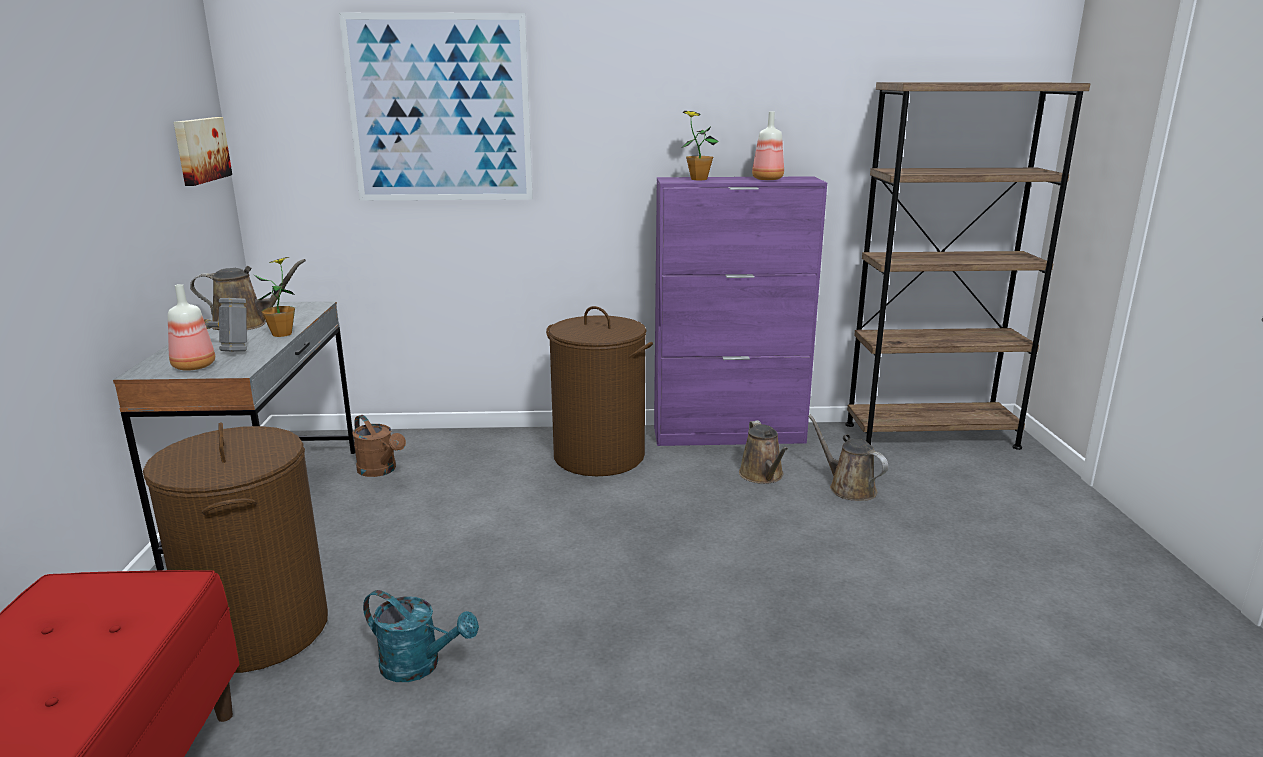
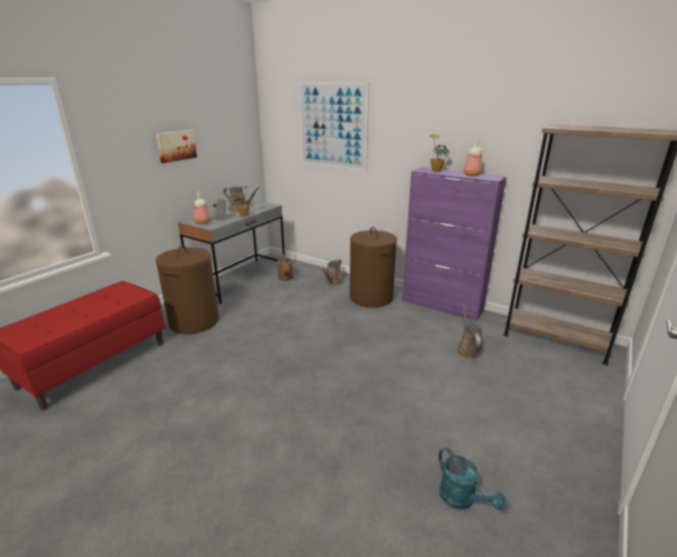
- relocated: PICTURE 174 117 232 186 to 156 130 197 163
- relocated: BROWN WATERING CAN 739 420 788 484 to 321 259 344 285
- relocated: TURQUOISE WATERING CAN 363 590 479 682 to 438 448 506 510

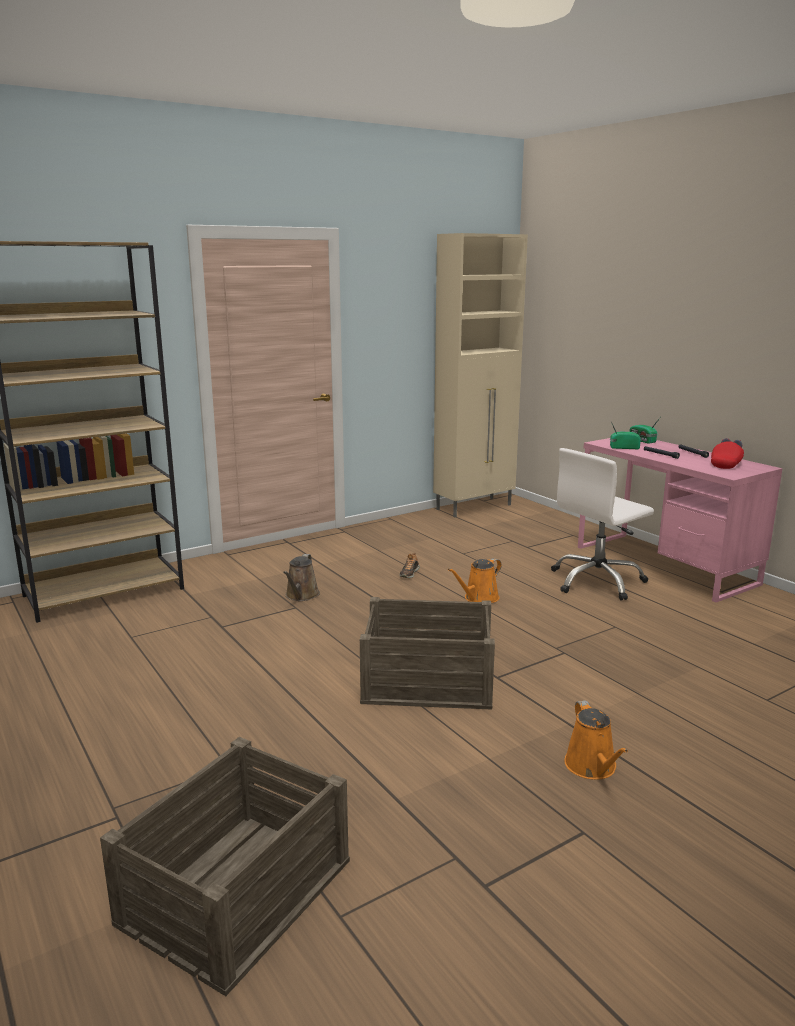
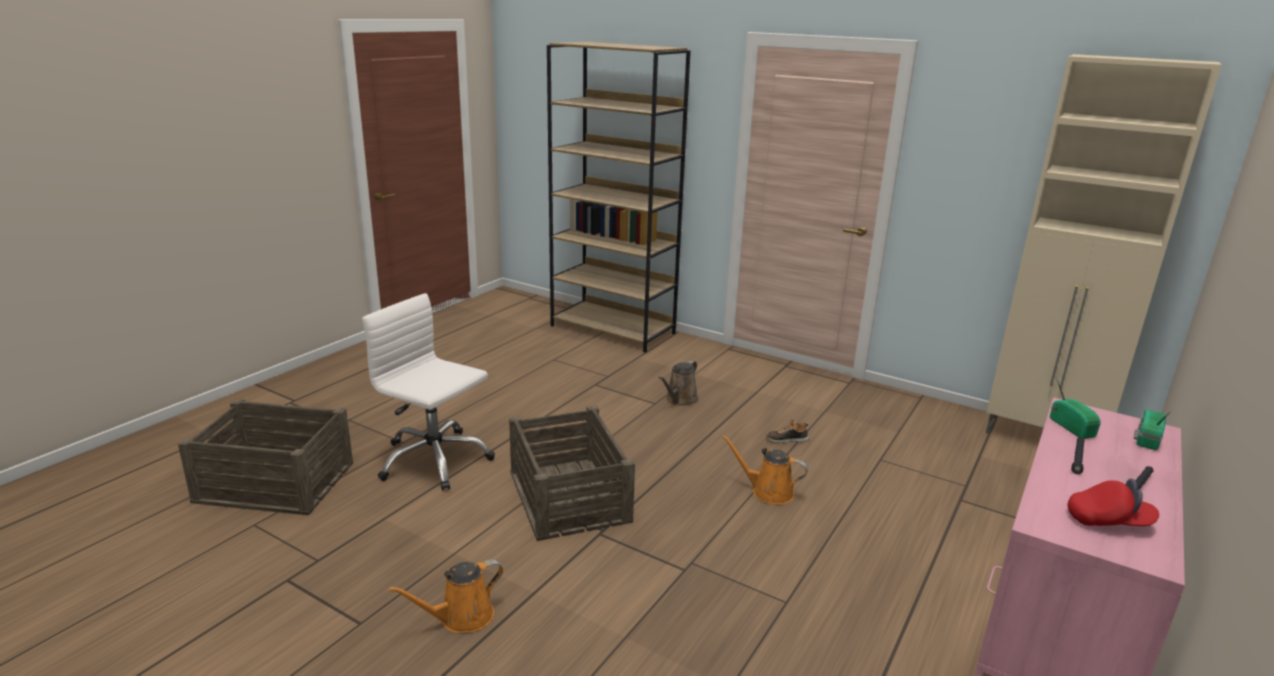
- relocated: WHITE OFFICE CHAIR 551 448 654 600 to 362 293 495 491
- spun: BROWN WATERING CAN 283 554 320 601 = 659 360 699 406 45 degrees counterclockwise

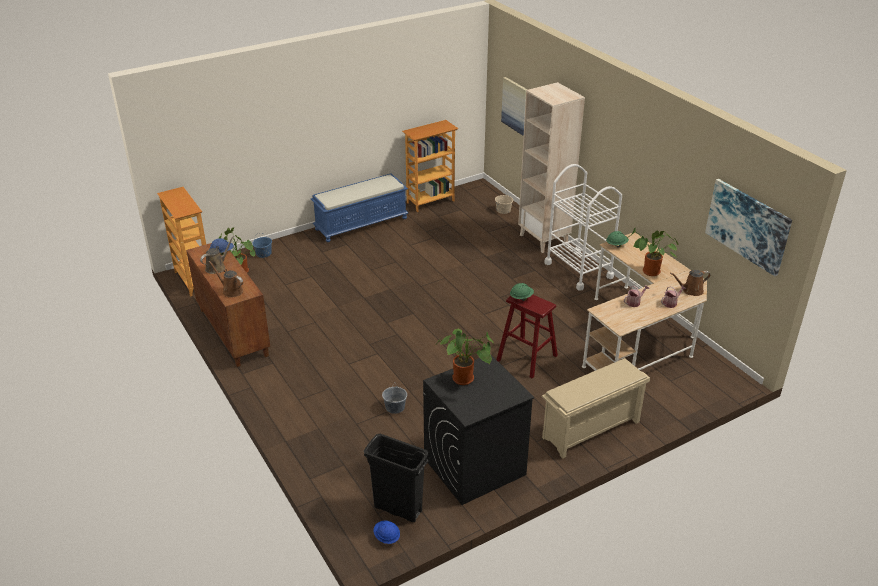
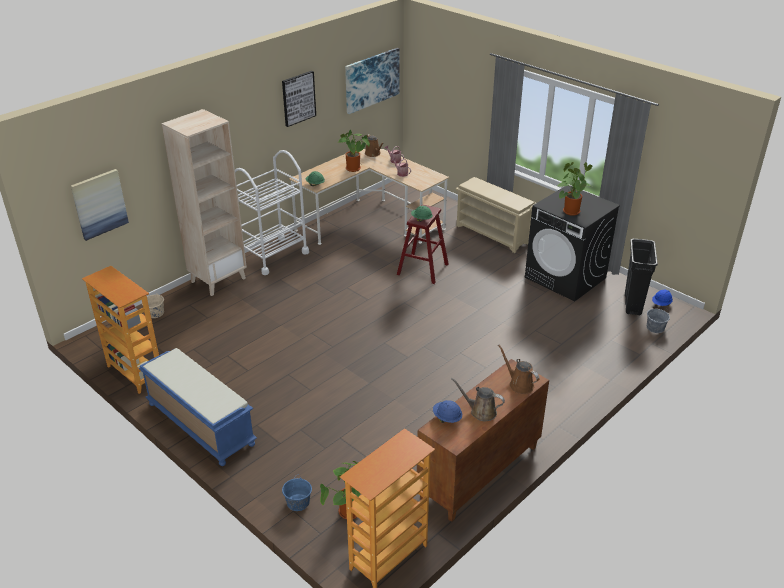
- spun: BROWN WATERING CAN 208 261 243 297 = 498 345 539 394 120 degrees clockwise
- relocated: GREY BUCKET 382 382 407 414 to 647 307 670 333
- appeared: PICTURE 282 71 316 127

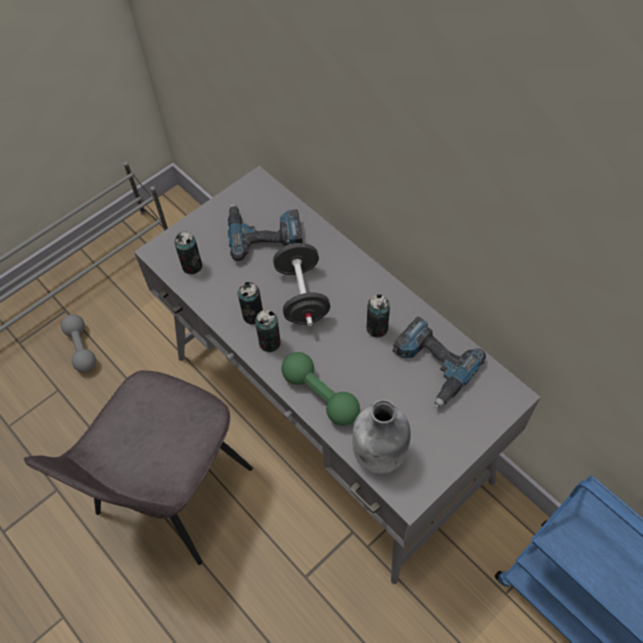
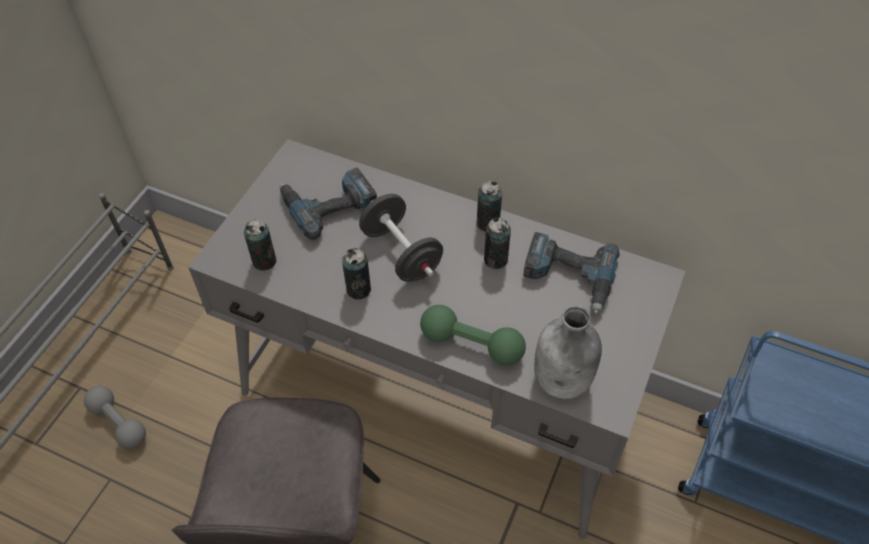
- relocated: CAN 255 310 281 352 to 476 181 502 232

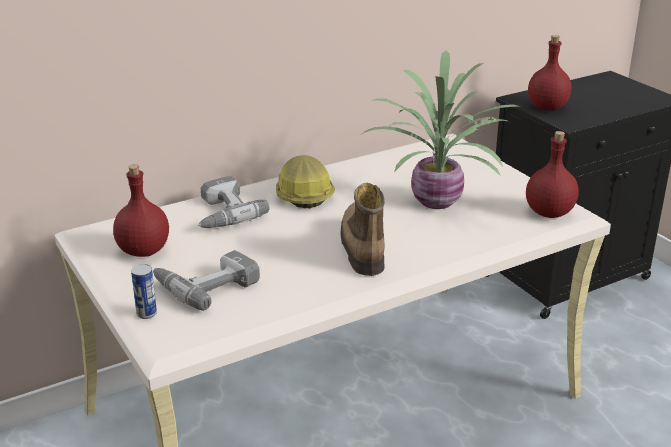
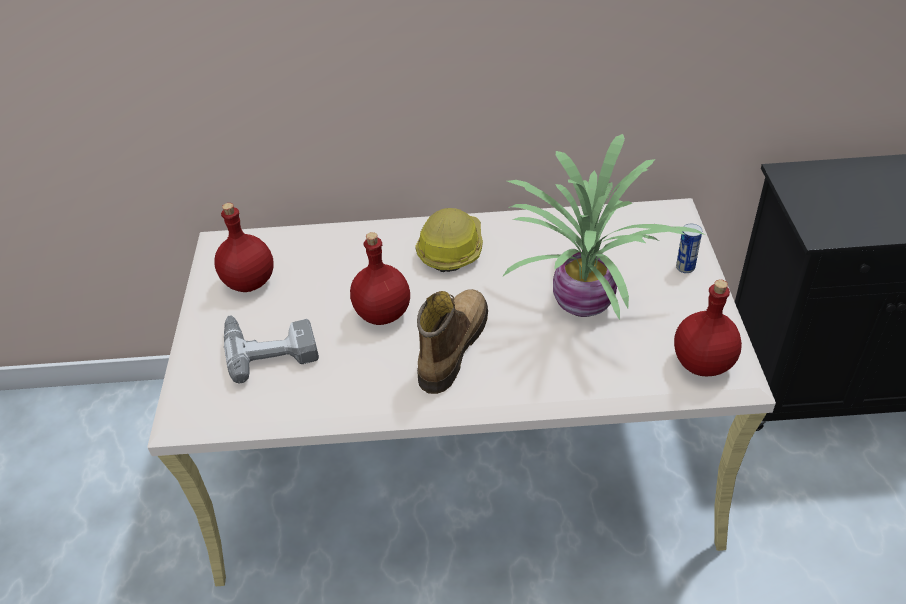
- relocated: RED BOTTLE 528 35 571 111 to 350 232 410 325
- missing: POWER DRILL 198 176 270 228
- relocated: CAN 131 264 157 319 to 676 224 702 273

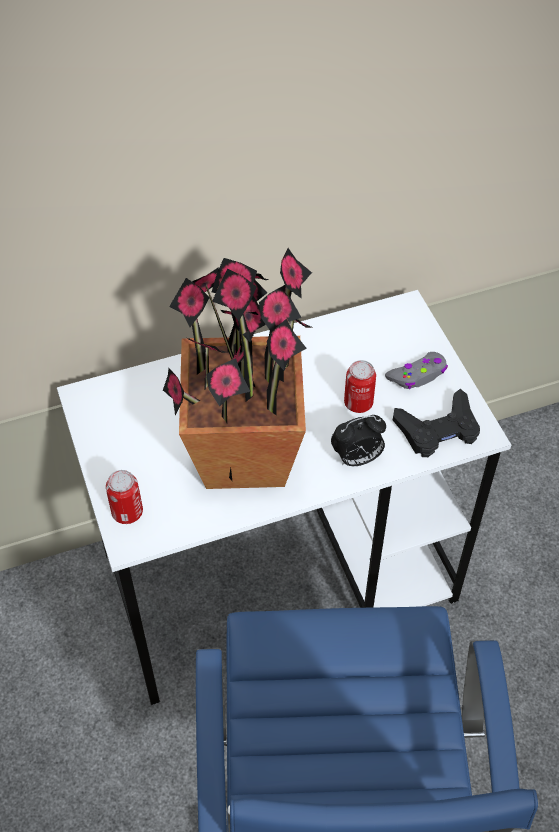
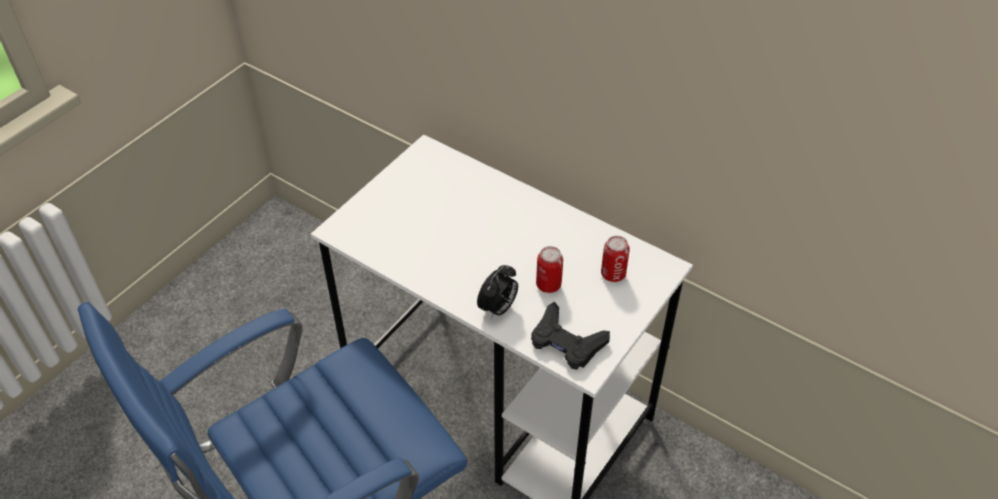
- missing: POTTED PLANT 163 248 313 489
- missing: GREY GAME CONTROLLER 385 352 448 389
- spun: ALARM CLOCK 331 415 386 466 = 477 265 518 319 90 degrees counterclockwise
- relocated: CAN 106 470 143 524 to 601 236 630 282

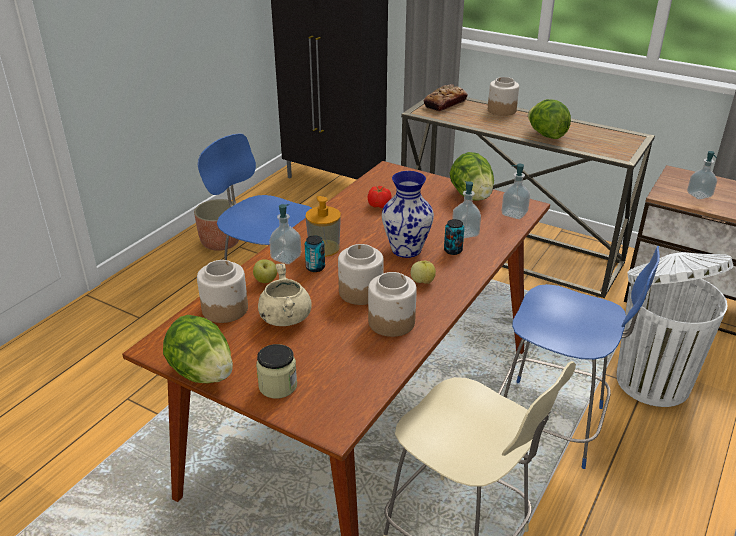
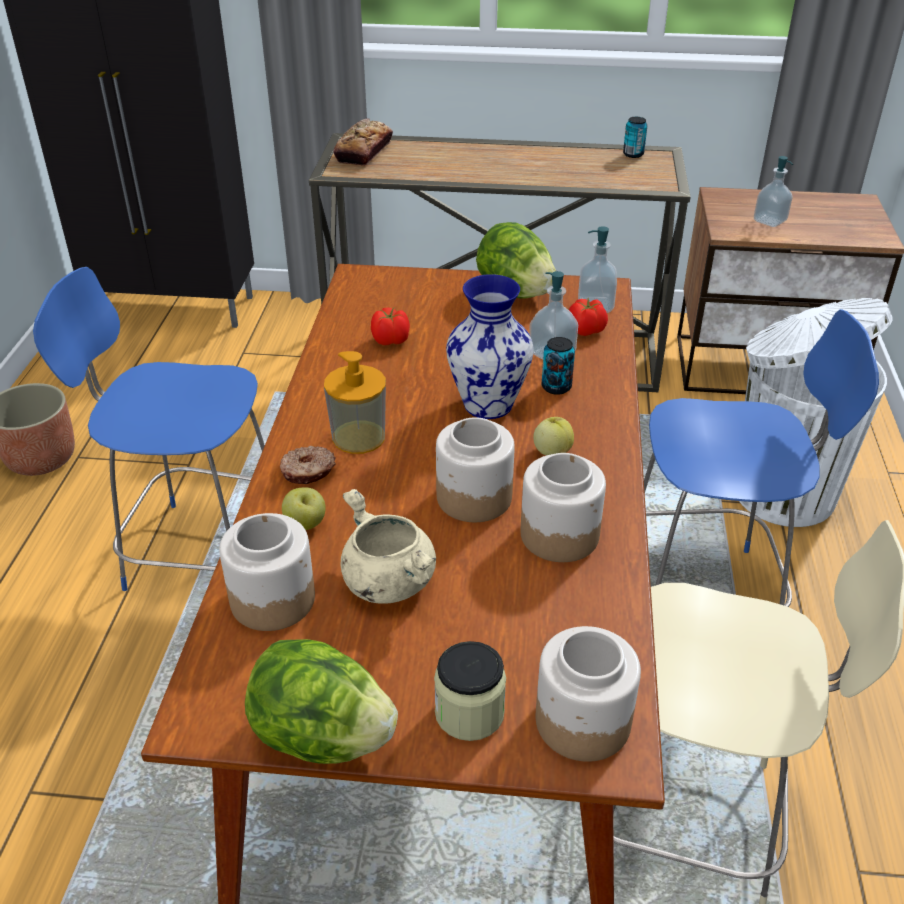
- relocated: JAR 488 77 519 116 to 536 626 641 762
- missing: LETTUCE 528 99 571 139
- exchanged: SOAP DISPENSER 269 204 301 264 to DONUT 280 446 336 484
- relocated: CAN 305 235 325 272 to 623 117 647 158
- appeared: TOMATO 569 298 608 336

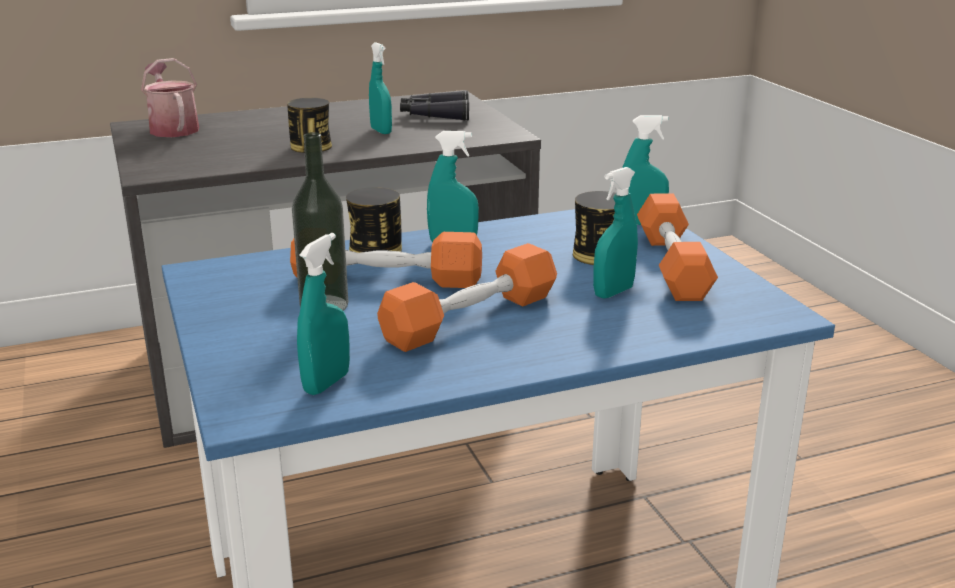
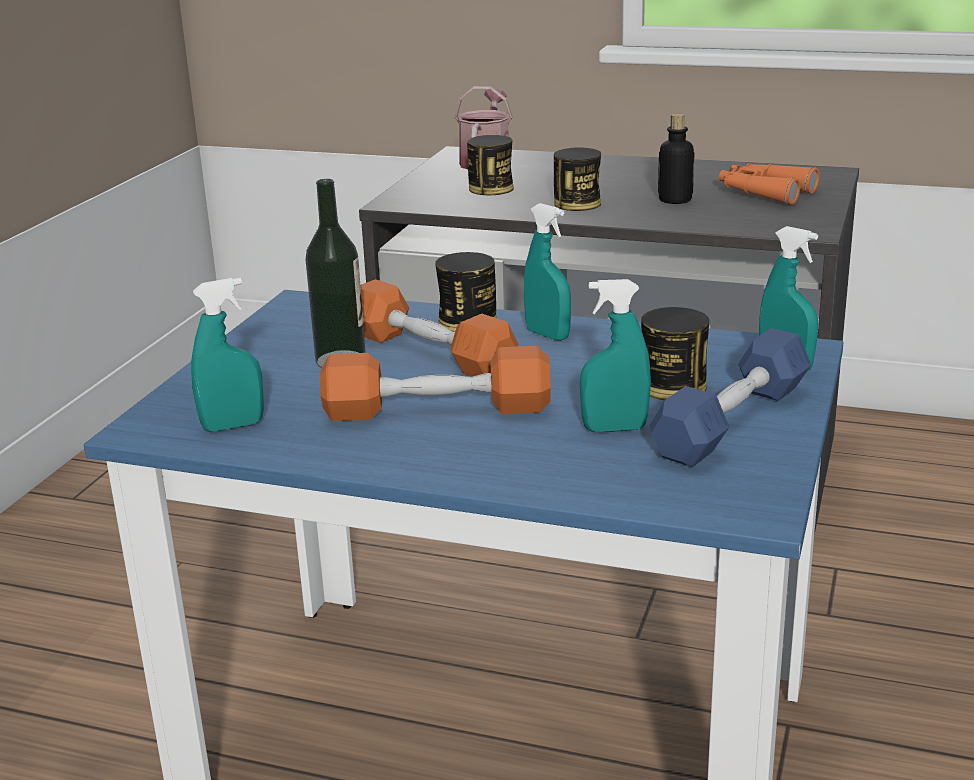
- exchanged: TURQUOISE SPRAY BOTTLE 369 42 392 134 to BOTTLE 658 114 695 204
- colour: BLACK BINOCULARS 400 90 469 121 to ORANGE BINOCULARS 719 163 820 205
- colour: ORANGE DUMBBELL 637 194 718 301 to BLUE DUMBBELL 649 328 811 467
- appeared: CAN 467 135 514 195

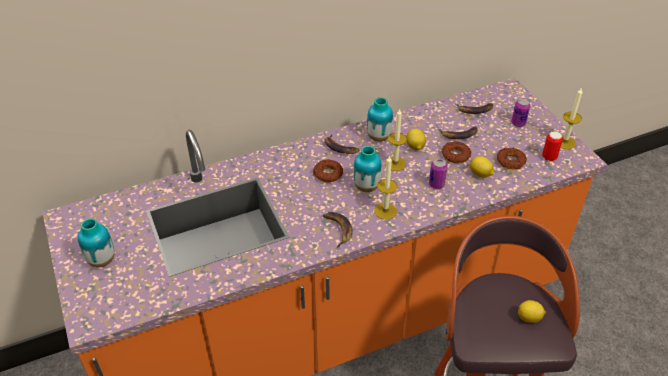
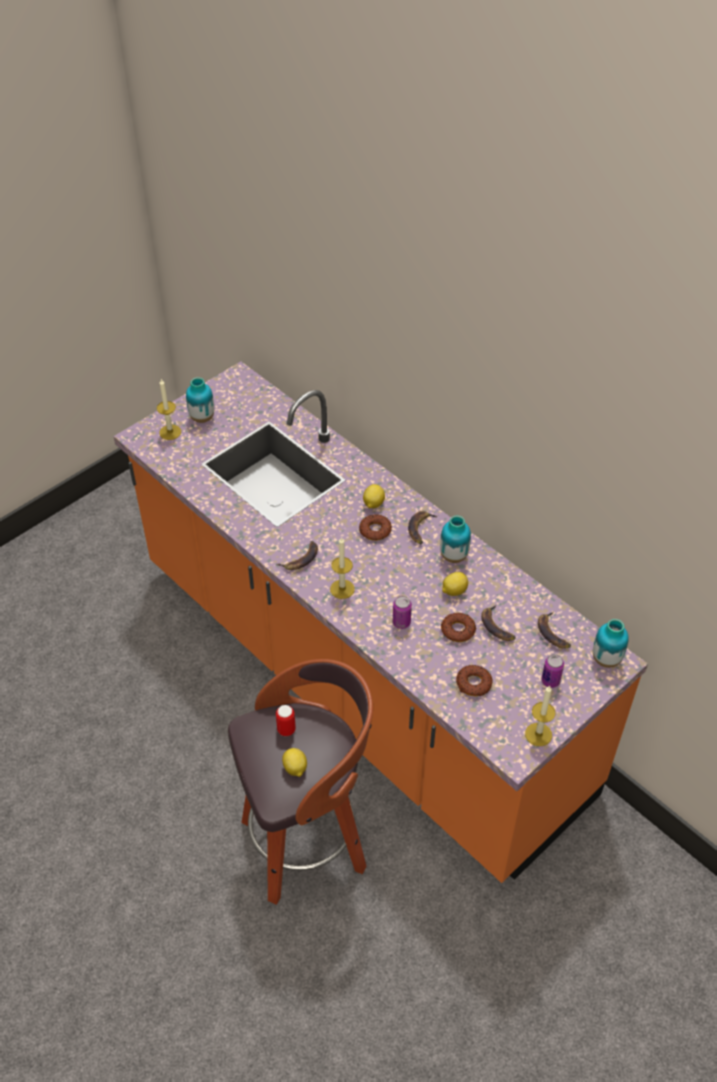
- relocated: CANDLE 385 109 407 171 to 157 379 181 440
- relocated: CAN 542 131 563 161 to 276 705 296 736
- relocated: VASE 353 146 382 192 to 593 619 629 668
- relocated: LEMON 470 156 493 178 to 363 484 385 508

